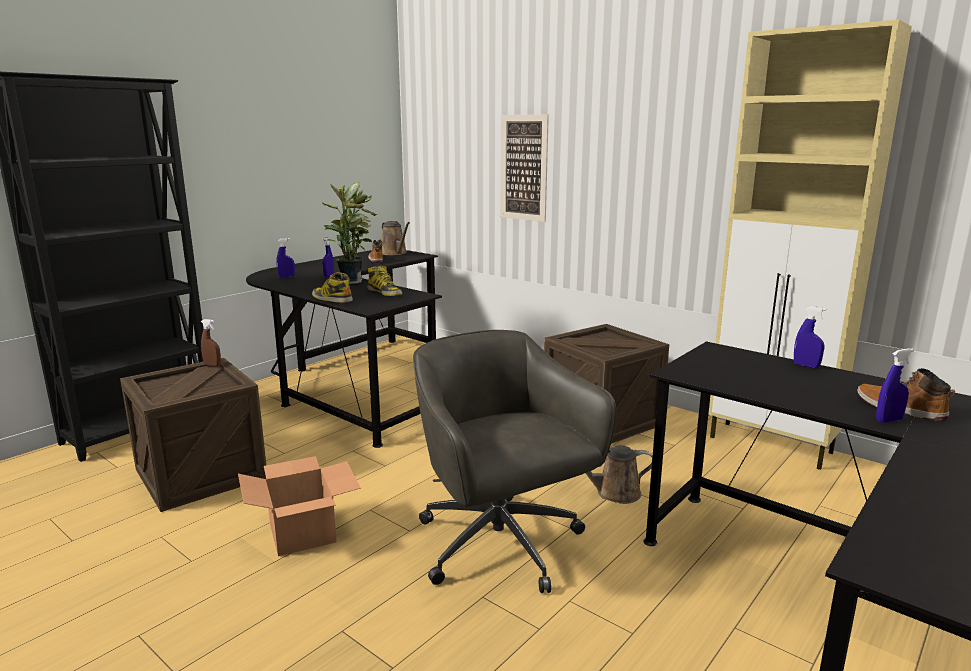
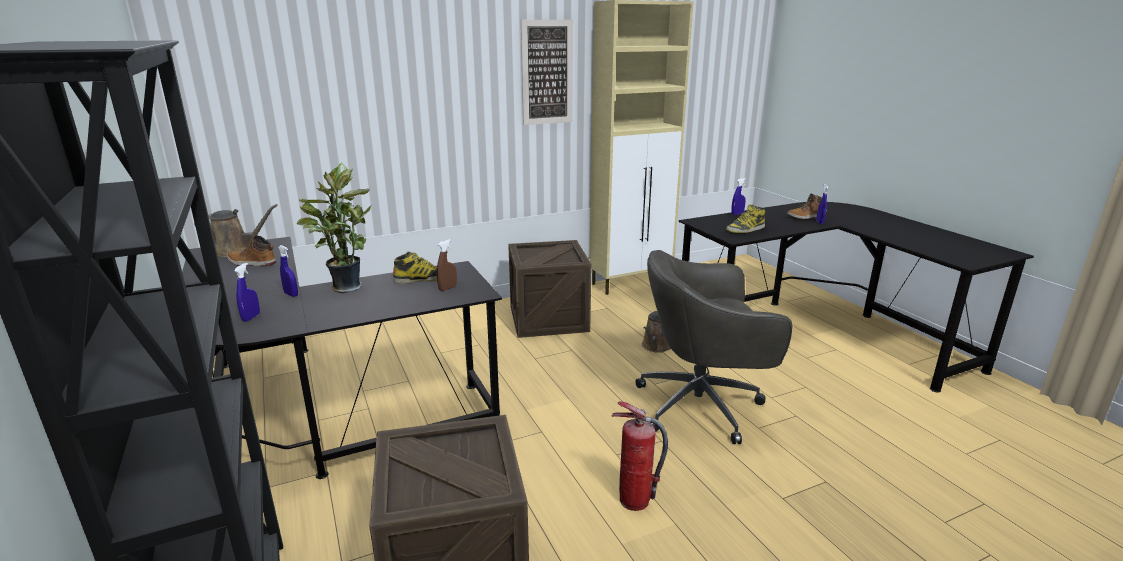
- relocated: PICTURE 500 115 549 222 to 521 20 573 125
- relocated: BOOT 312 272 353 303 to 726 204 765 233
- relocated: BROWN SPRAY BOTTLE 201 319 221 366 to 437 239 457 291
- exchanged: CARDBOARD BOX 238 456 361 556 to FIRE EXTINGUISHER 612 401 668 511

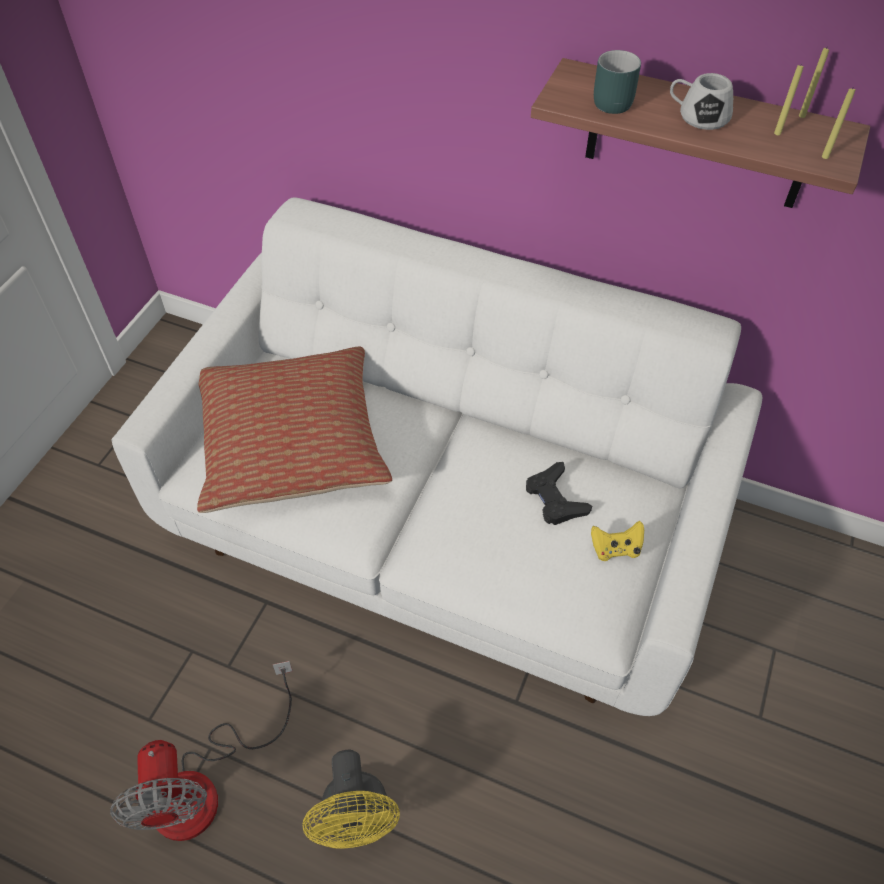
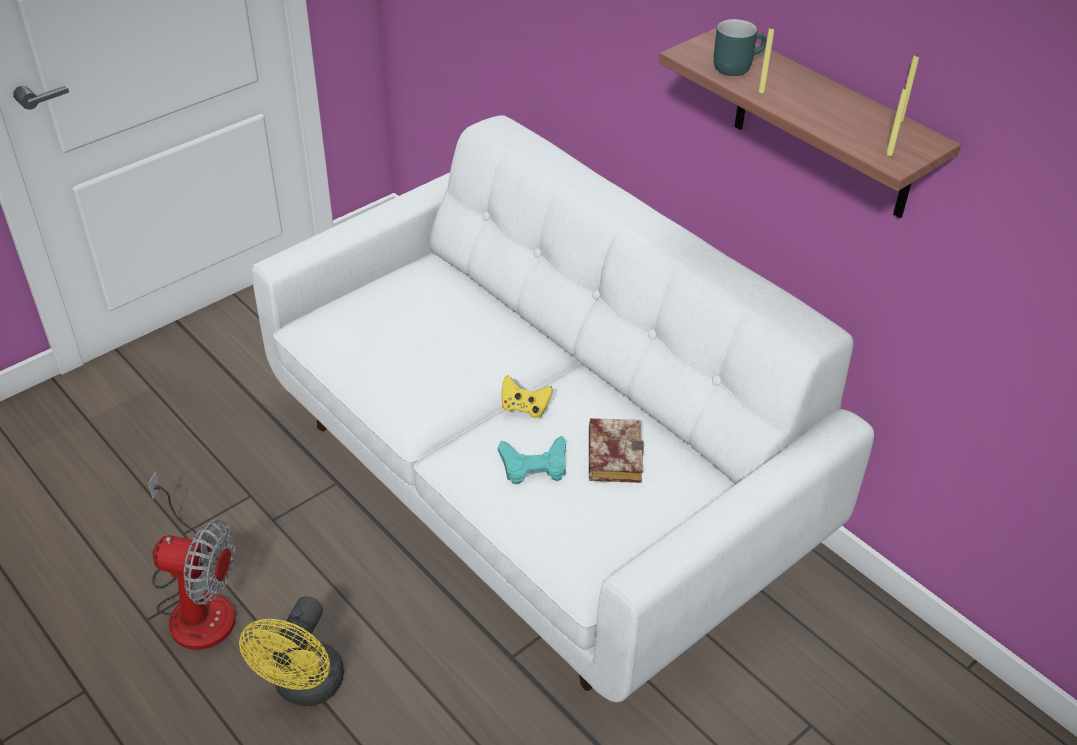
- relocated: YELLOW CANDLE 774 65 804 135 to 758 28 774 93
- missing: WHITE MUG 670 73 733 130
- missing: PILLOW 197 347 392 513
- exchanged: BLACK GAME CONTROLLER 526 462 592 525 to BOOK 589 418 644 483
- relocated: YELLOW GAME CONTROLLER 591 521 644 561 to 501 375 553 418
- spun: FAN 110 661 293 841 = 148 471 235 650 90 degrees counterclockwise
- appeared: TURQUOISE GAME CONTROLLER 498 436 566 484

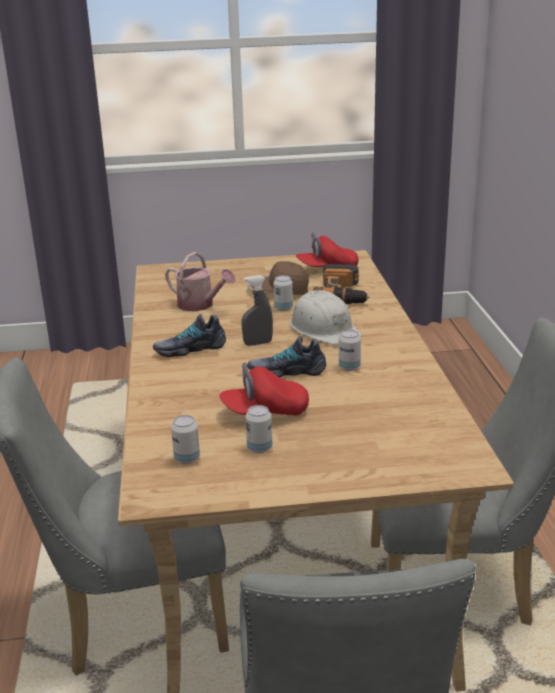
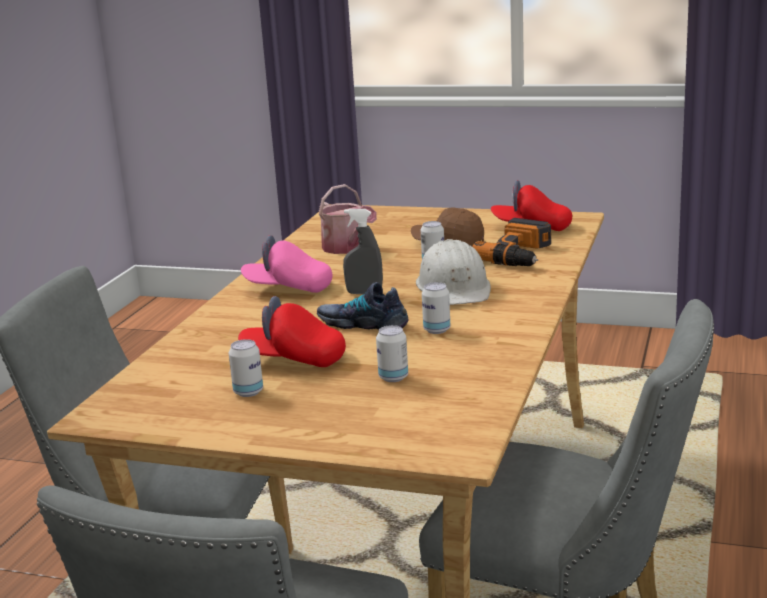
- exchanged: SHOE 153 314 226 357 to PINK CAP 241 235 332 293
- relocated: CAN 171 415 200 464 to 376 325 408 382

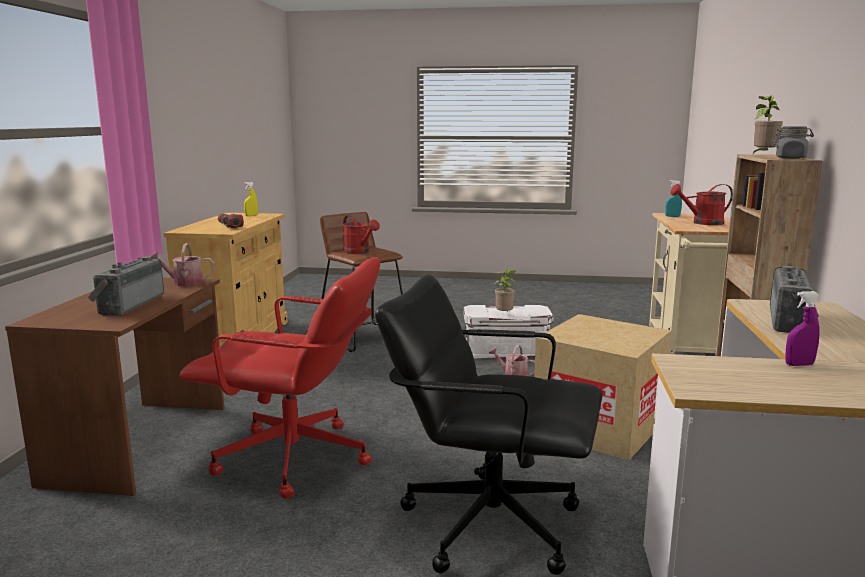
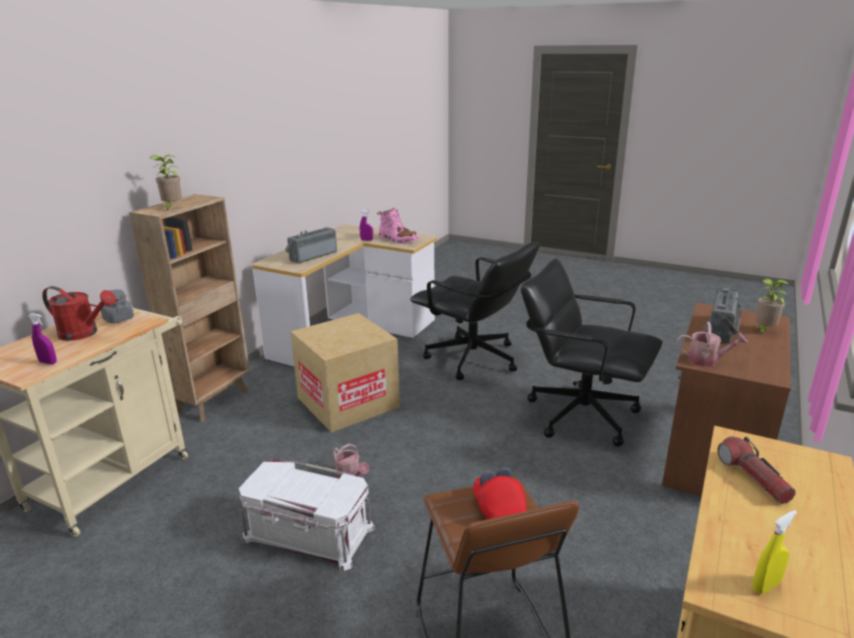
- relocated: GREY JAR 773 126 814 159 to 101 290 134 324
- colour: TURQUOISE SPRAY BOTTLE 665 180 682 217 to PURPLE SPRAY BOTTLE 28 313 57 364
- exchanged: RED WATERING CAN 343 215 380 254 to RED CAP 473 467 527 519
- colour: RED OFFICE CHAIR 179 257 380 499 to BLACK OFFICE CHAIR 521 259 663 447
- relocated: POTTED PLANT 495 269 516 312 to 755 279 789 335
- appeared: PINK BOOT 377 208 419 244

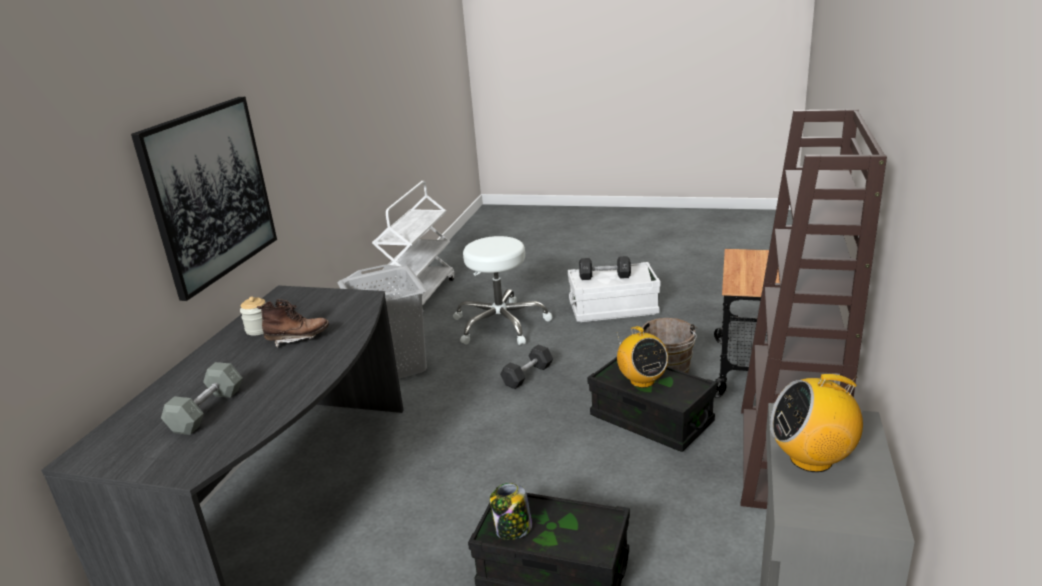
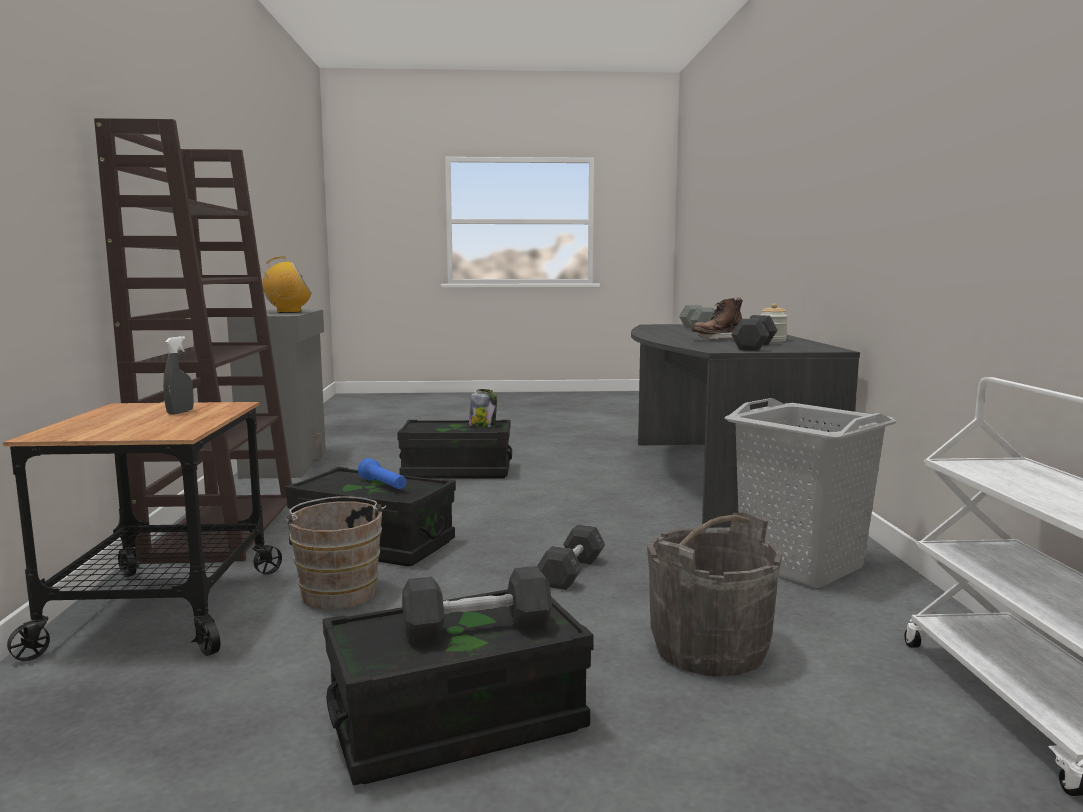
- missing: PICTURE 131 97 277 301
- exchanged: WHITE STOOL 453 236 552 345 to GREY BUCKET 647 513 782 677
- colour: WHITE STORAGE BOX 568 262 660 322 to BLACK STORAGE BOX 323 589 594 785
- exchanged: RADIO 616 326 668 388 to BLUE FLASHLIGHT 358 458 406 489
- appeared: GREY DUMBBELL 731 315 778 351
- appeared: GREY SPRAY BOTTLE 163 336 194 415

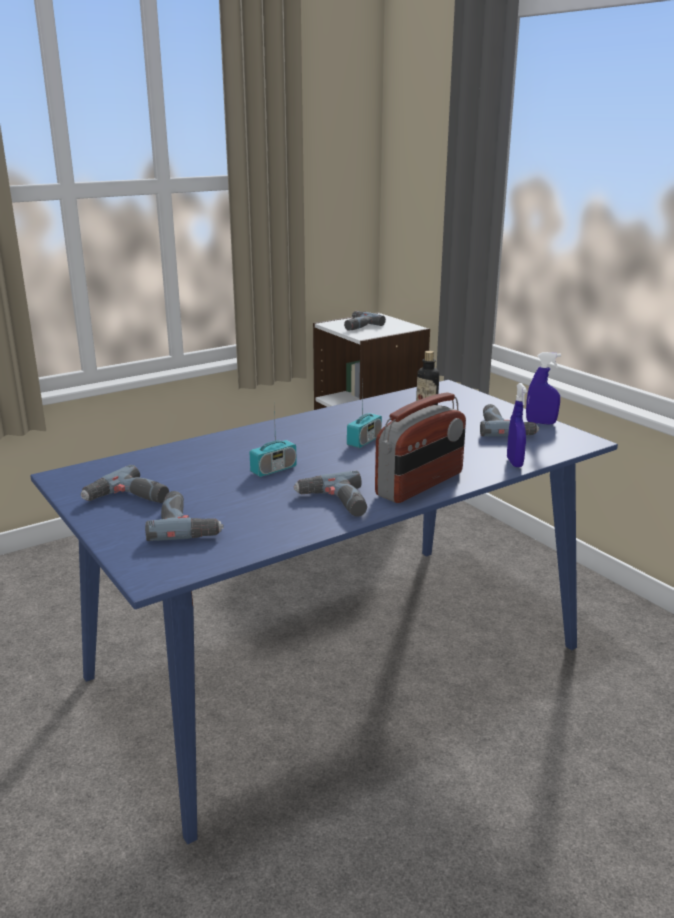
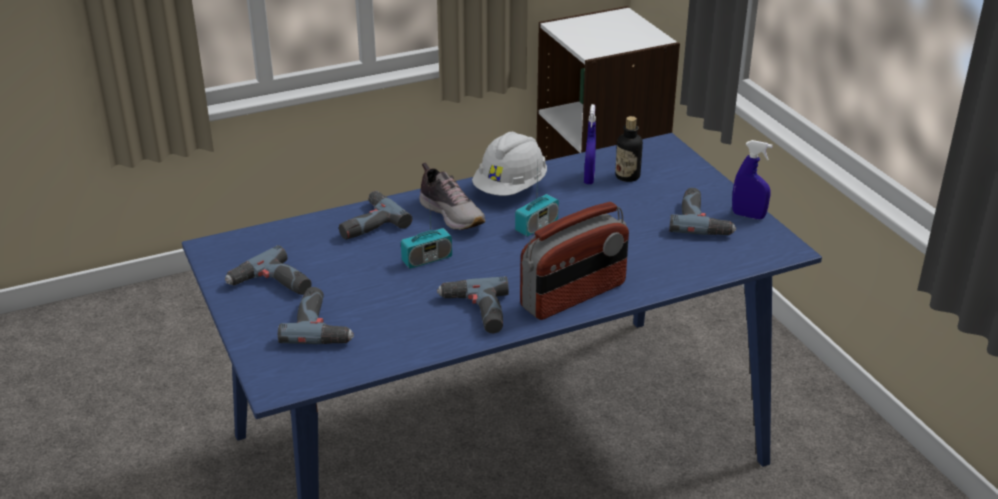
- relocated: POWER DRILL 344 311 386 331 to 339 191 413 240
- relocated: BLUE SPRAY BOTTLE 507 383 527 467 to 584 104 596 184
- appeared: WHITE HARD HAT 472 132 547 196
- appeared: SHOE 419 163 485 230

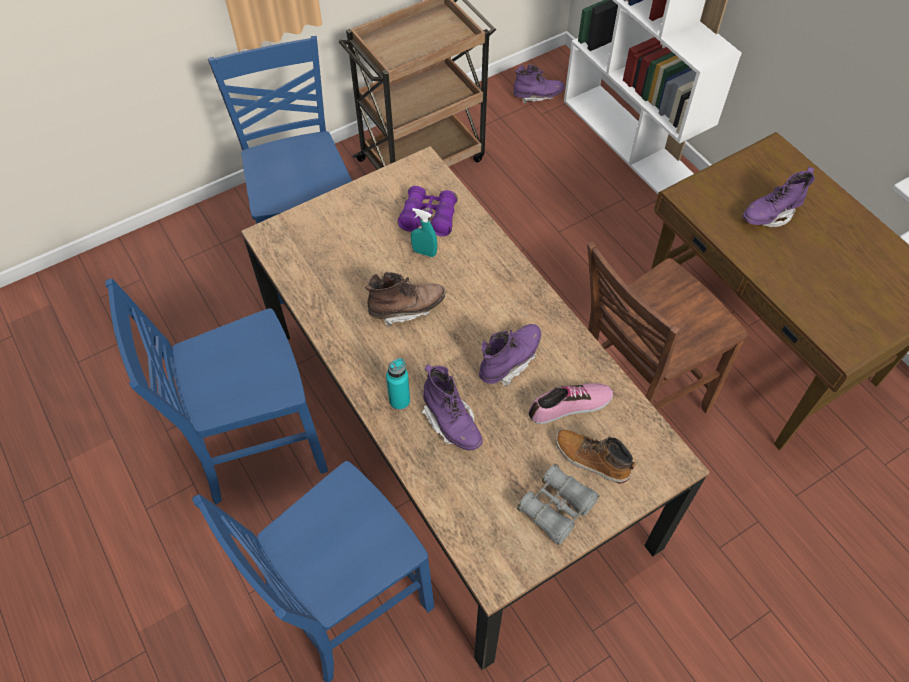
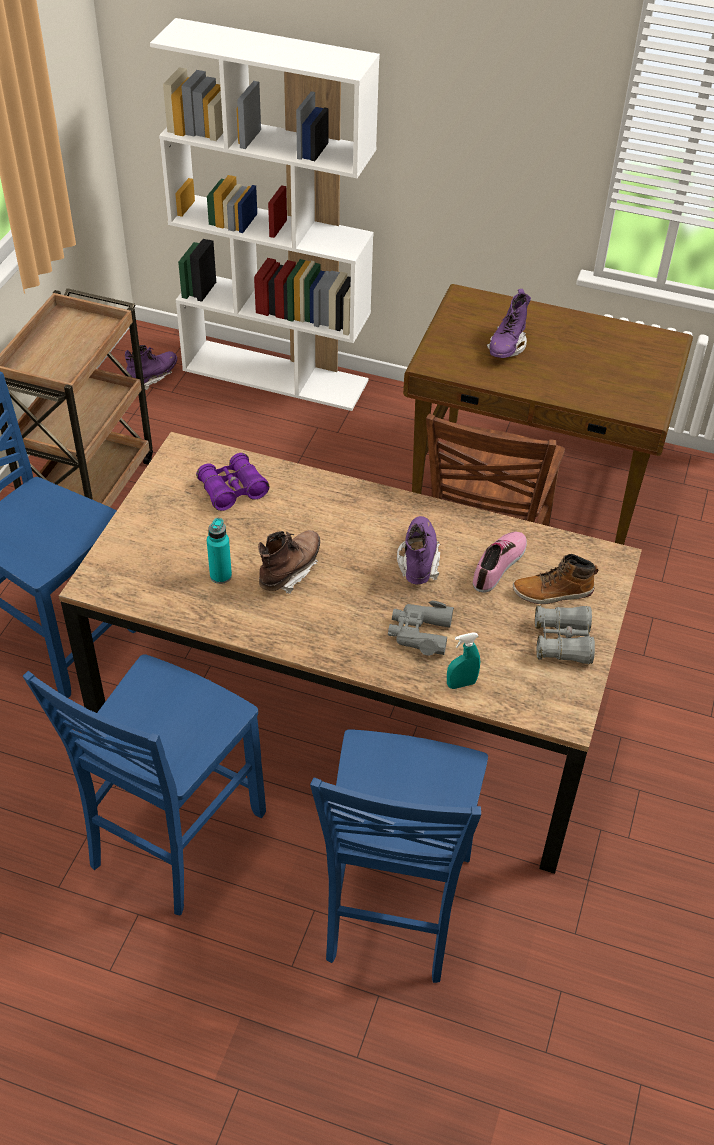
- relocated: TURQUOISE SPRAY BOTTLE 411 208 437 257 to 447 632 480 689
- relocated: TURQUOISE BOTTLE 386 358 410 410 to 207 518 232 584
- exchanged: PURPLE BOOT 422 365 483 451 to GREY BINOCULARS 388 601 454 656

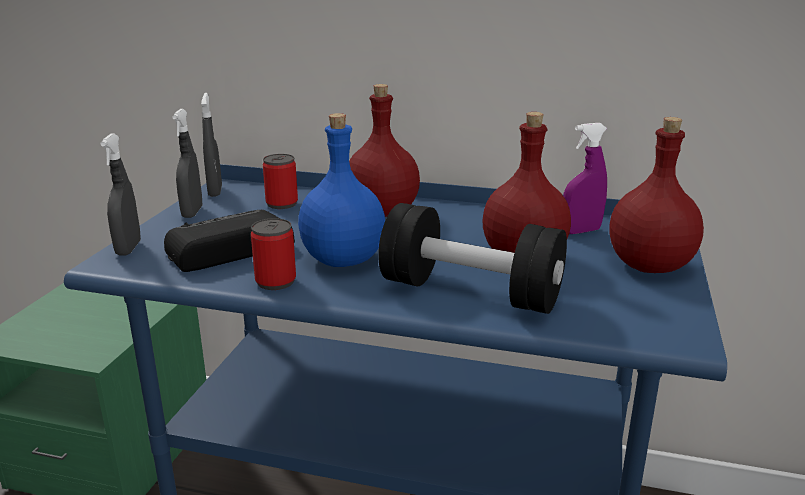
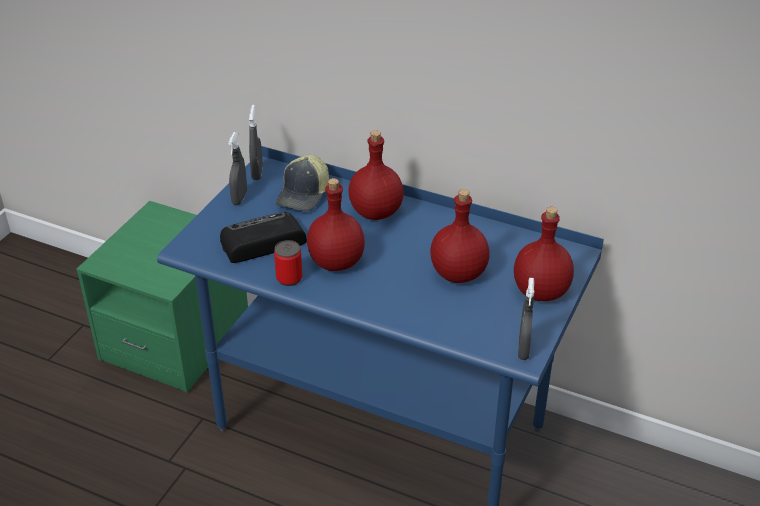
- colour: BLUE BOTTLE 298 113 385 267 to RED BOTTLE 307 178 365 271
- missing: PURPLE SPRAY BOTTLE 563 123 607 234
- relocated: GREY SPRAY BOTTLE 100 134 141 256 to 518 278 534 360
- exchanged: CAN 263 154 298 209 to CAP 276 155 329 211
- missing: BLACK DUMBBELL 378 203 567 314

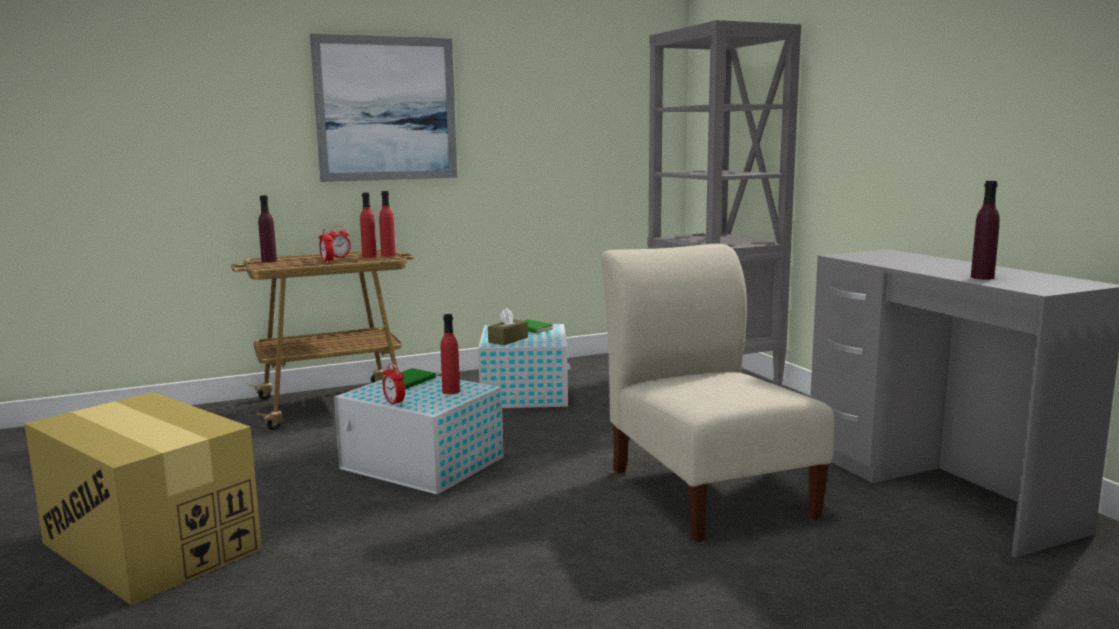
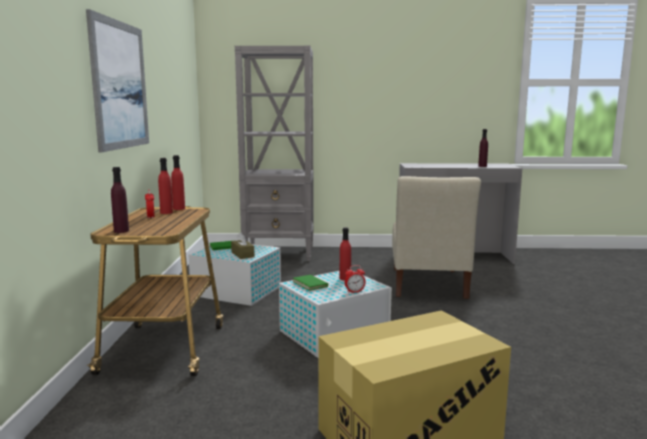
- missing: ALARM CLOCK 319 229 334 263
- spun: BEIGE CHAIR 601 244 834 542 = 392 176 481 299 90 degrees counterclockwise

